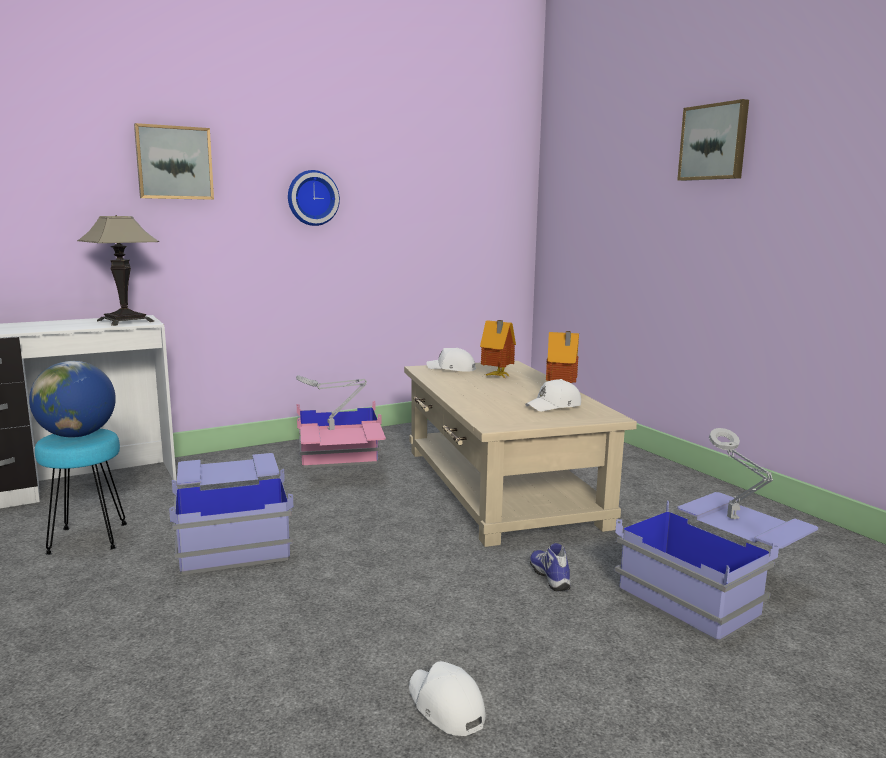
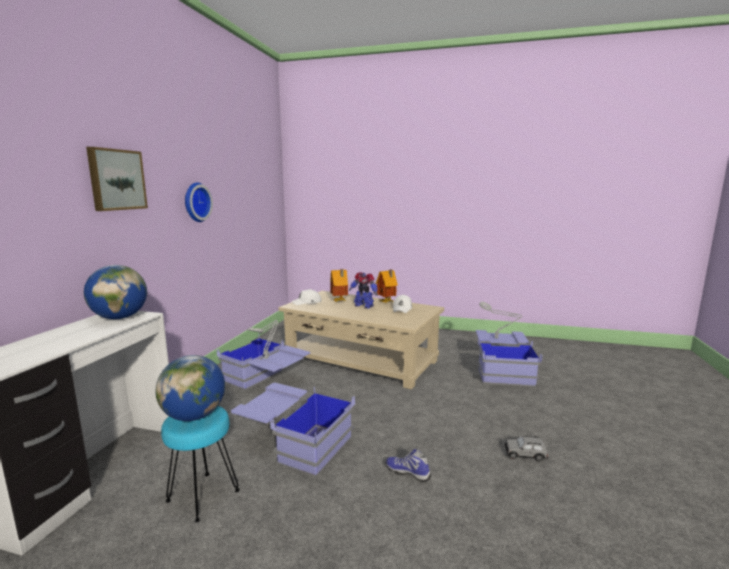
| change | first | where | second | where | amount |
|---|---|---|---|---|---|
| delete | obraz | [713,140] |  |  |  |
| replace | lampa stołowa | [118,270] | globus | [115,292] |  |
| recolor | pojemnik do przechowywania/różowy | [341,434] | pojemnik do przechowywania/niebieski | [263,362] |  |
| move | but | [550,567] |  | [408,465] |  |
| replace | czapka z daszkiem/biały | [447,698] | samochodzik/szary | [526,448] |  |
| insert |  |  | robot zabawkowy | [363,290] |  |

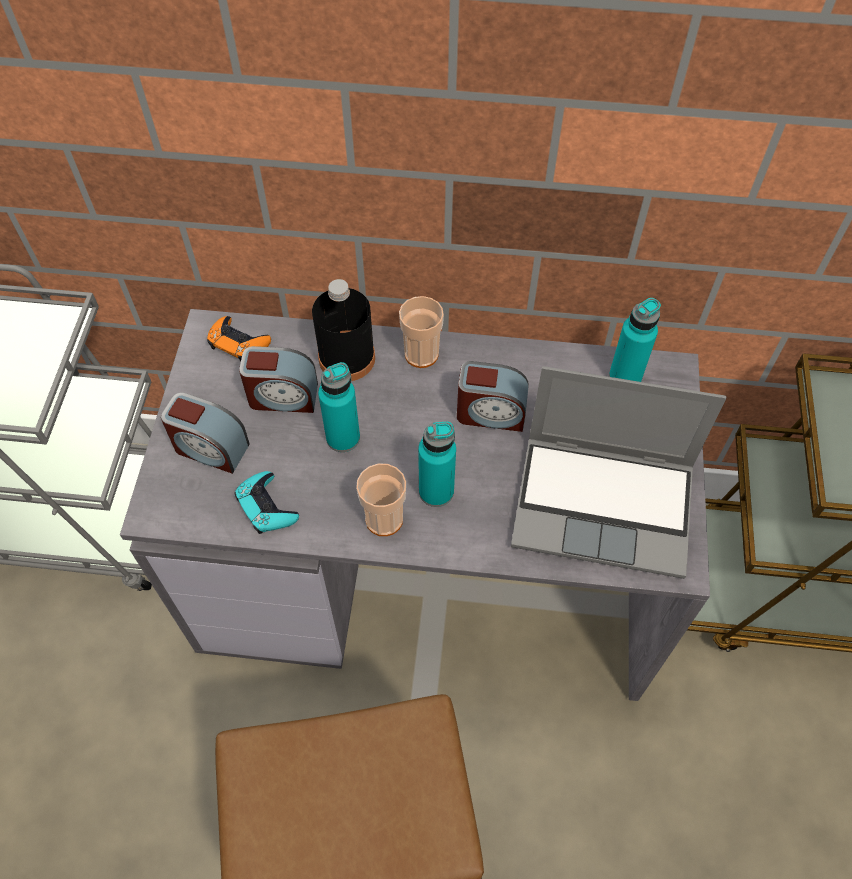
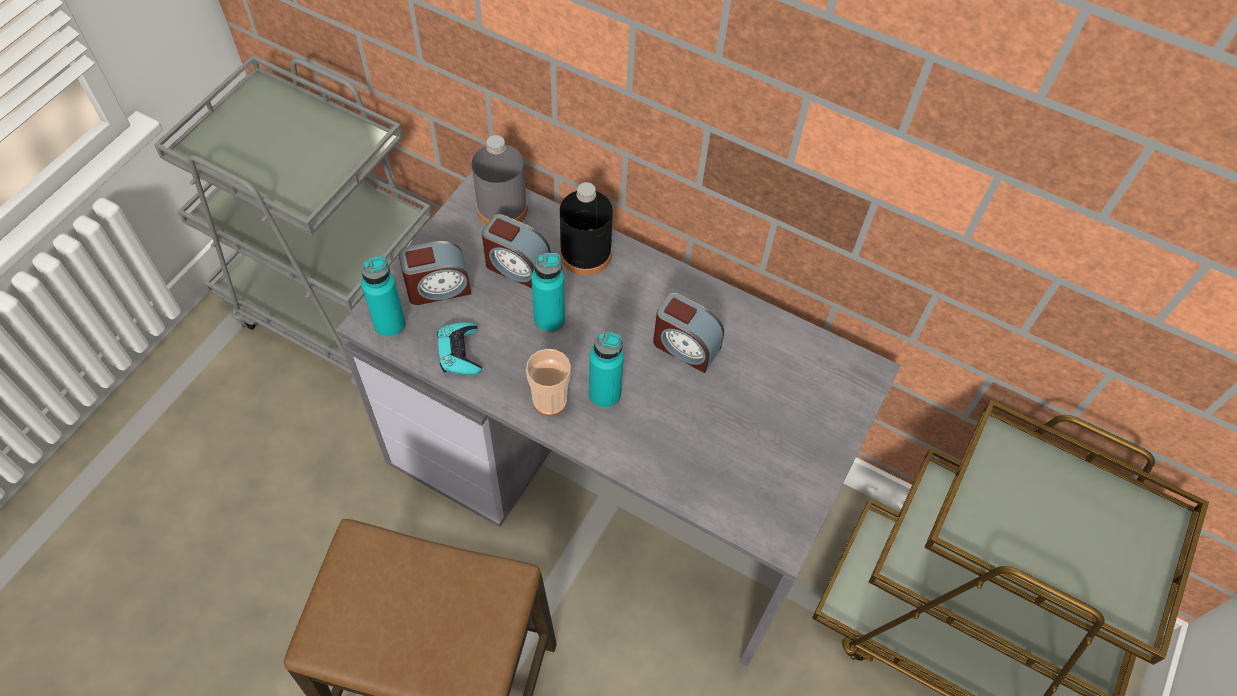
| change | first | where | second | where | amount |
|---|---|---|---|---|---|
| delete | filiżanka | [421,332] |  |  |  |
| move | butelka/turkusowy | [635,340] |  | [383,297] |  |
| replace | pad do gier/pomarańczowy | [239,338] | butelka/szary | [500,180] |  |
| delete | laptop | [618,472] |  |  |  |
| rotate | budzik | [205,433] |  | [435,273] | 60 degrees counterclockwise |

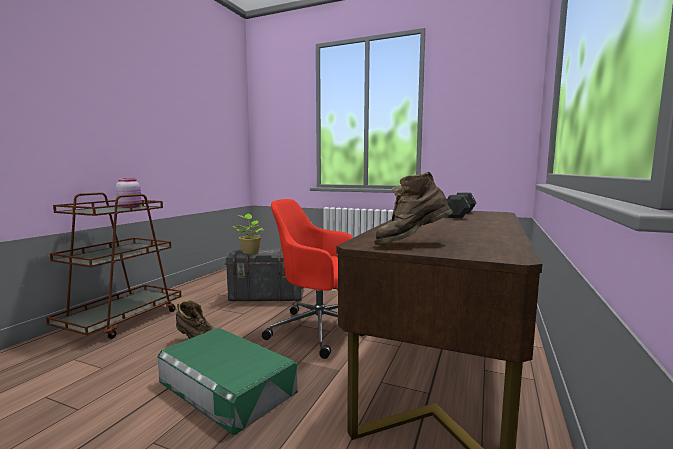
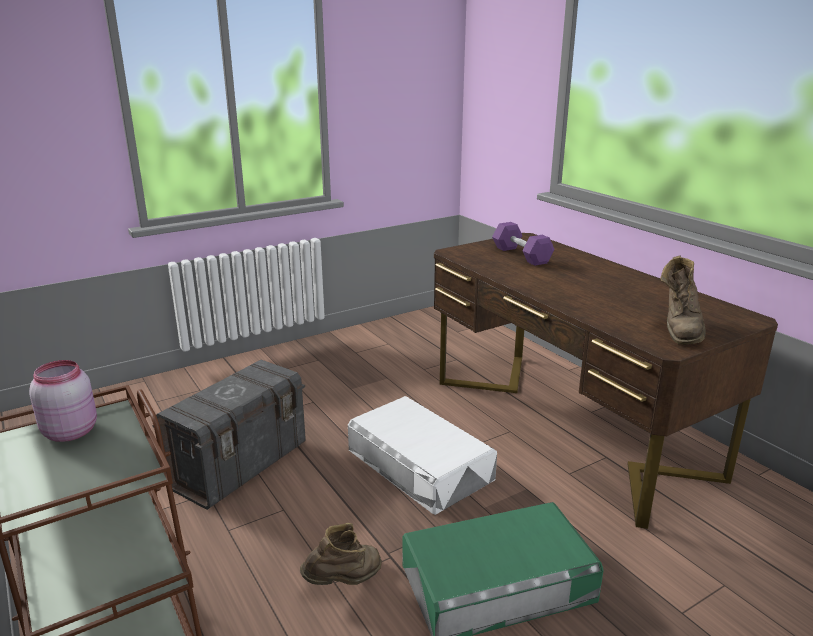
| change | first | where | second | where | amount |
|---|---|---|---|---|---|
| recolor | hantel/czarny | [461,205] | hantel/fioletowy | [523,244] |  |
| replace | krzesło biurowe/czerwony | [313,279] | pojemnik do przechowywania/biały | [422,455] |  |
| delete | roślina doniczkowa | [248,234] |  |  |  |

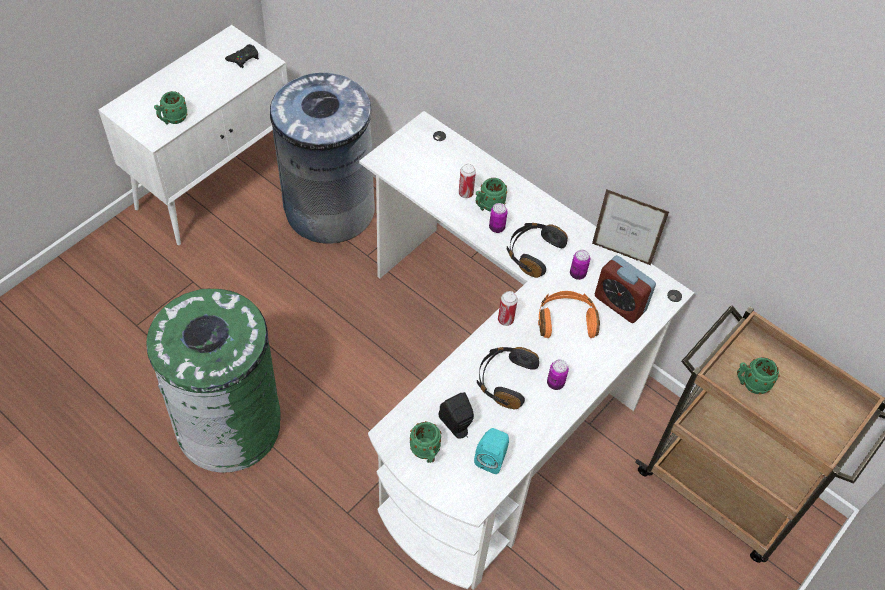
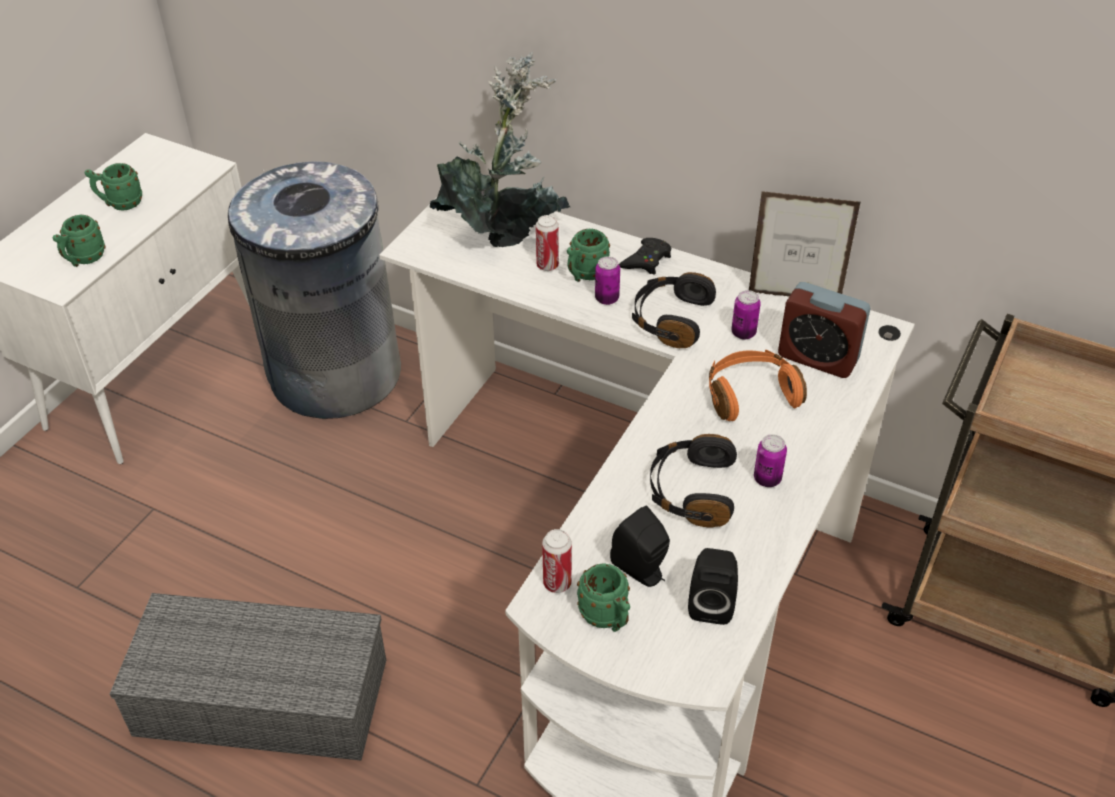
| change | first | where | second | where | amount |
|---|---|---|---|---|---|
| move | pad do gier/czarny | [242,56] |  | [645,256] |  |
| replace | kosz na śmieci/zielony | [213,381] | pojemnik do przechowywania/szary | [248,677] |  |
| move | puszka | [508,308] |  | [557,561] |  |
| move | kubek/zielony | [758,375] |  | [113,187] |  |
| recolor | głośnik/turkusowy | [491,451] | głośnik/czarny | [713,586] |  |
| insert |  |  | roślina doniczkowa | [500,149] |  |

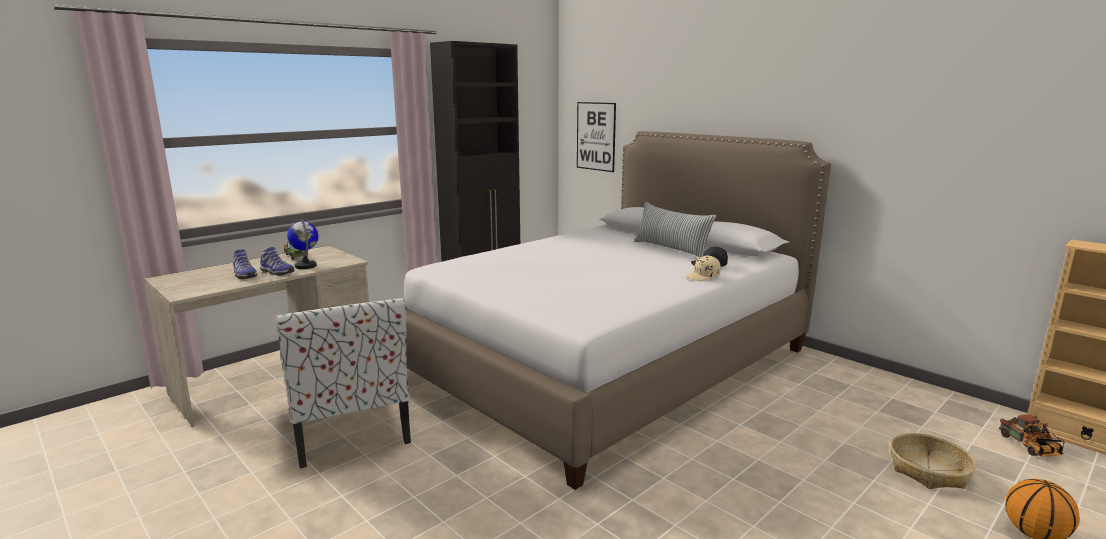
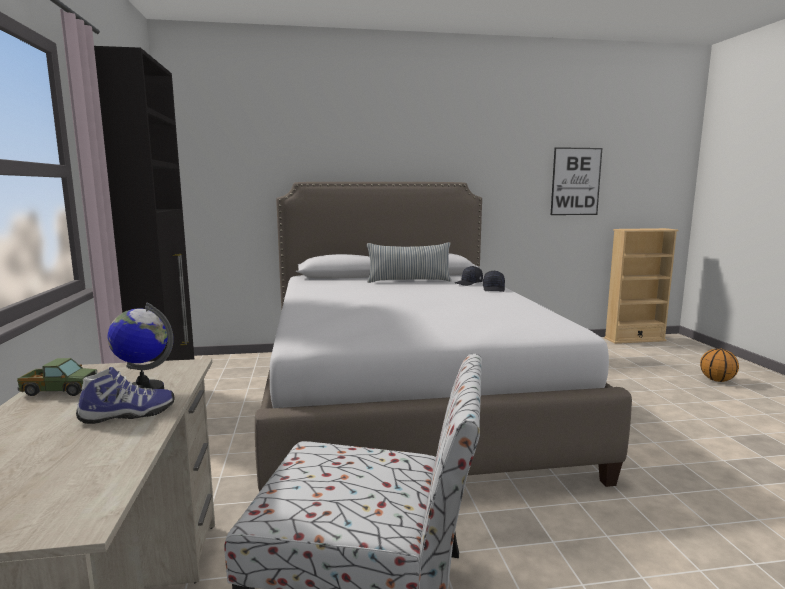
| change | first | where | second | where | amount |
|---|---|---|---|---|---|
| move | obraz | [596,137] |  | [576,181] |  |
| delete | but | [245,264] |  |  |  |
| recolor | czapka z daszkiem/beżowy | [703,268] | czapka z daszkiem/czarny | [494,281] |  |
| delete | ciężarówka zabawkowa | [1032,435] |  |  |  |
| delete | koszyk | [933,461] |  |  |  |

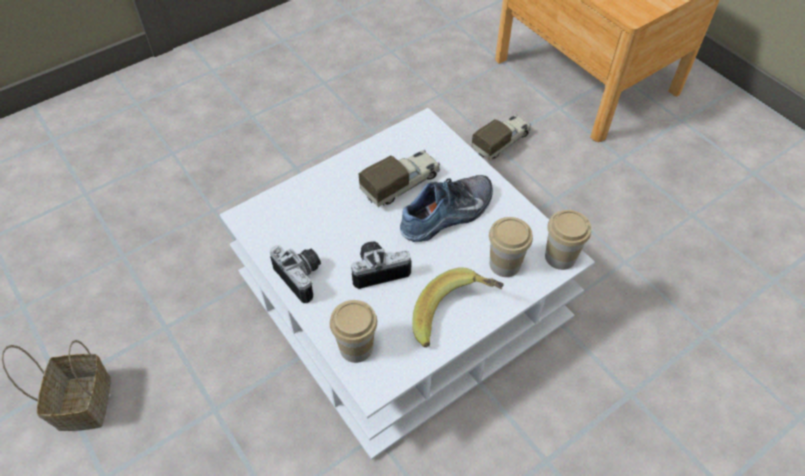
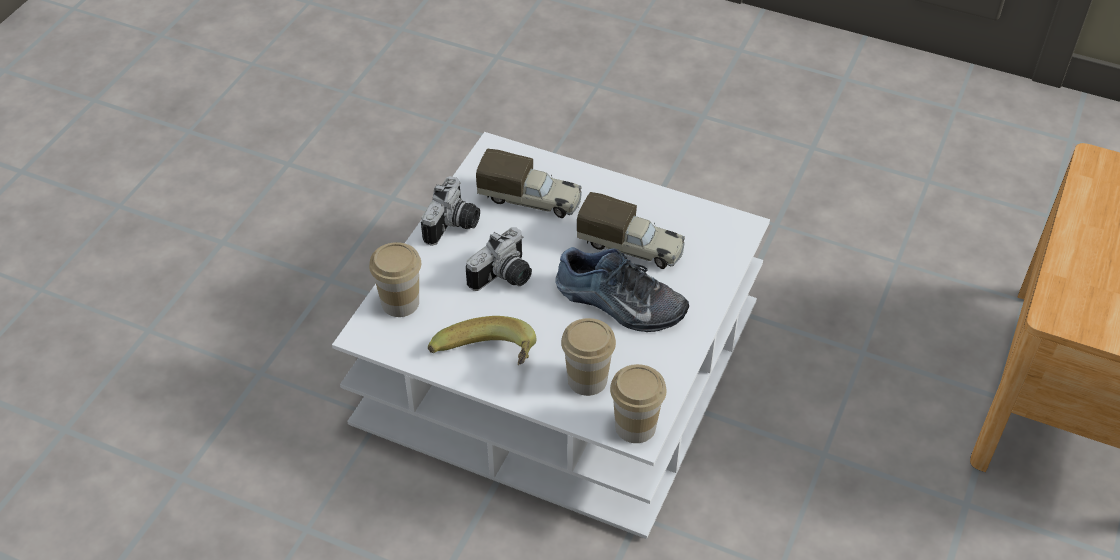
| change | first | where | second | where | amount |
|---|---|---|---|---|---|
| move | ciężarówka zabawkowa | [501,137] |  | [529,183] |  |
| rotate | aparat fotograficzny | [381,265] |  | [499,259] | 90 degrees clockwise |
| delete | koszyk | [56,385] |  |  |  |

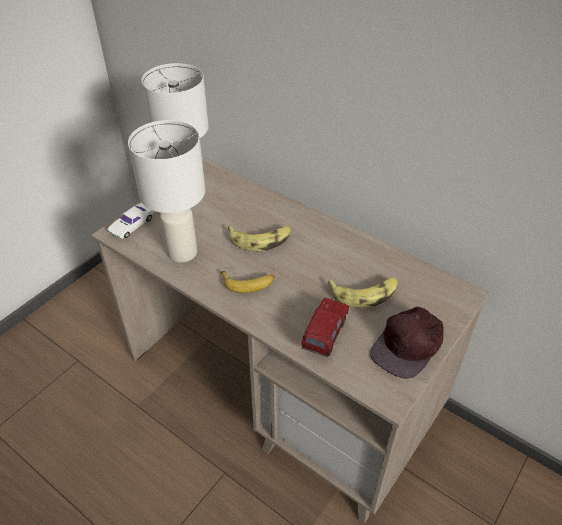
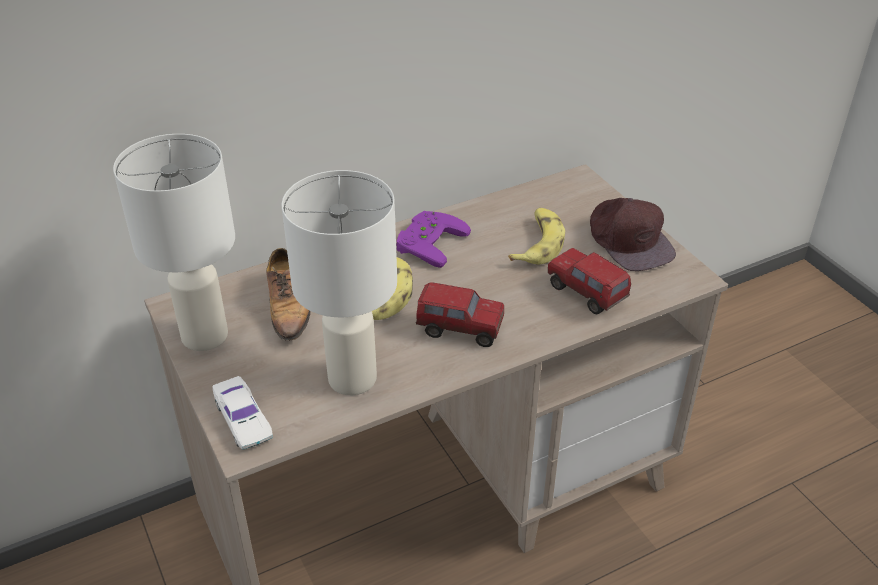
| change | first | where | second | where | amount |
|---|---|---|---|---|---|
| replace | banan | [248,282] | ciężarówka zabawkowa | [460,314] |  |
| insert |  |  | pad do gier/fioletowy | [433,239] |  |
| insert |  |  | but | [288,296] |  |

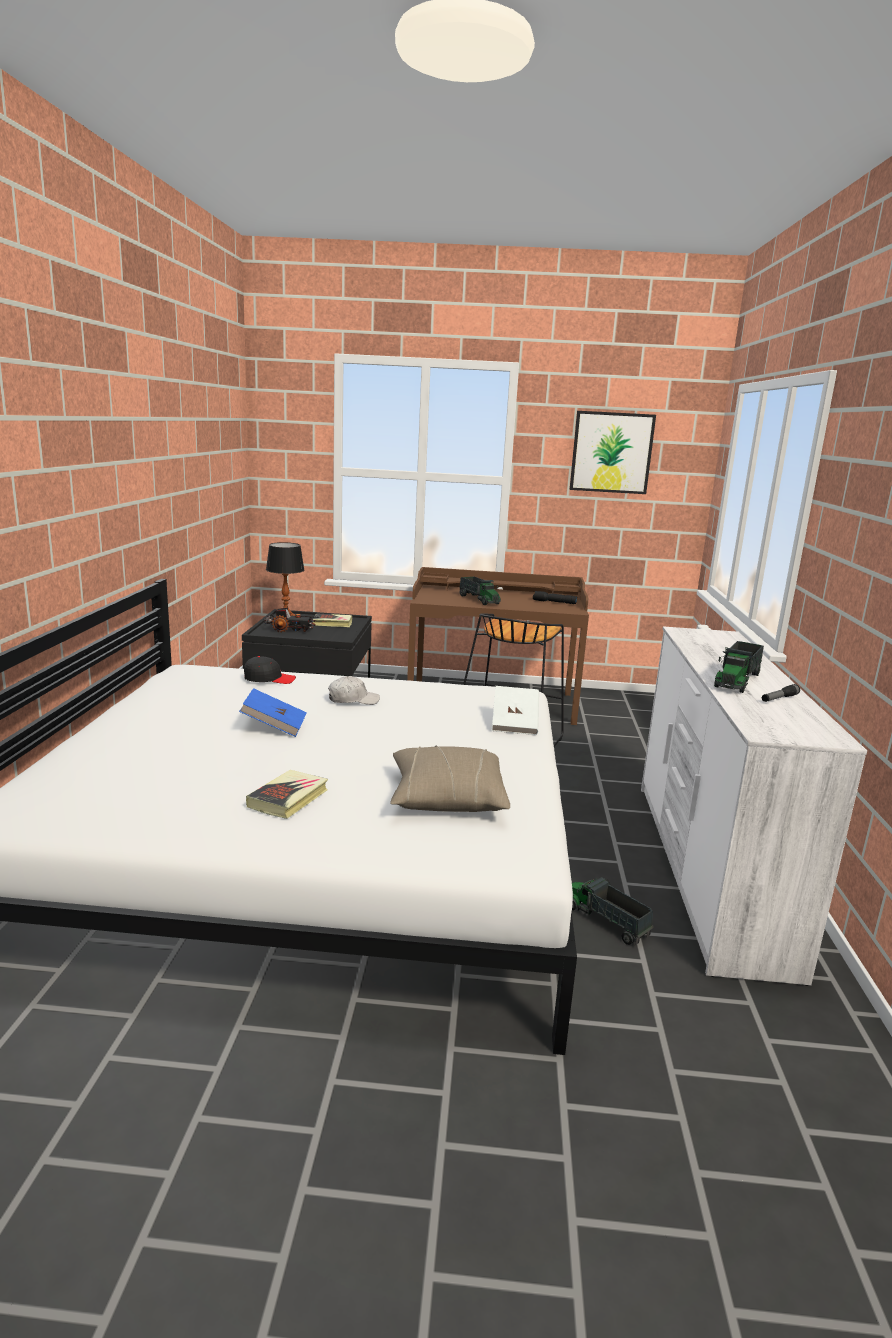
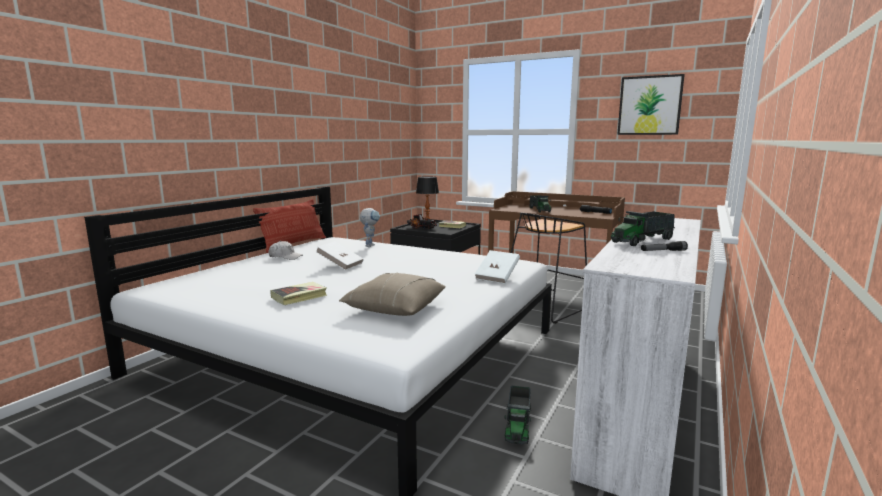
| change | first | where | second | where | amount |
|---|---|---|---|---|---|
| replace | czapka z daszkiem/czarny | [270,670] | robot zabawkowy | [370,227] |  |
| move | czapka z daszkiem/biały | [354,690] |  | [285,250] |  |
| recolor | książka/niebieski | [273,712] | książka/biały | [340,255] |  |
| rotate | ciężarówka zabawkowa | [613,911] |  | [518,415] | 150 degrees counterclockwise |
| insert |  |  | poduszka | [289,226] |  |

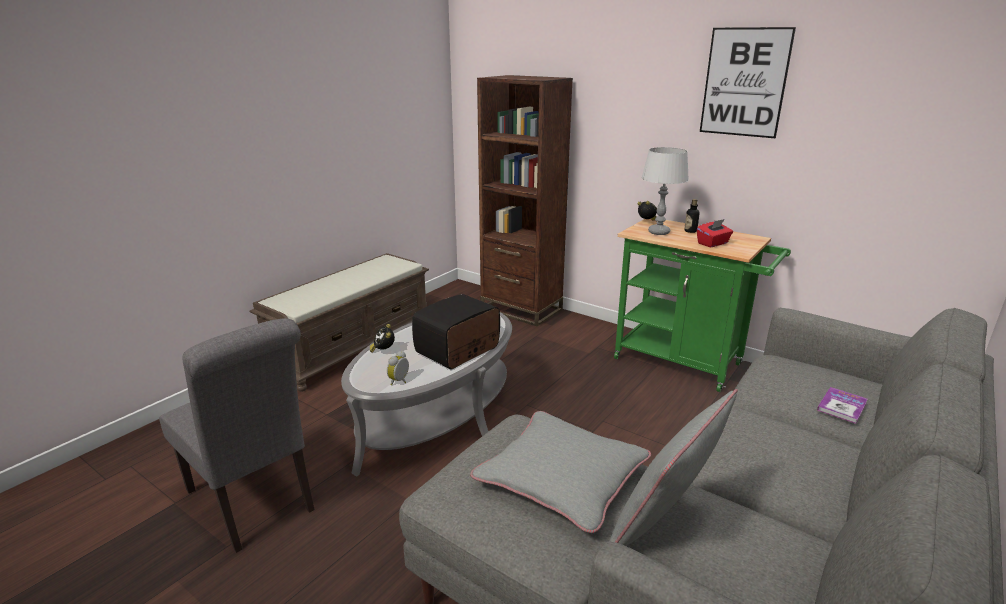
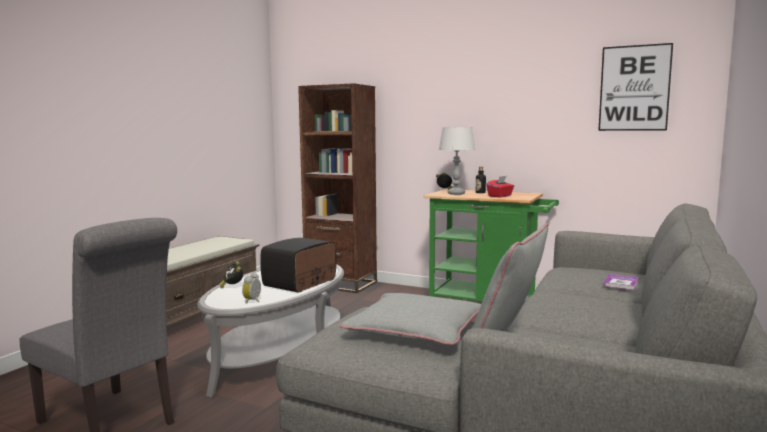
| change | first | where | second | where | amount |
|---|---|---|---|---|---|
| move | obraz | [748,82] |  | [635,87] |  |

